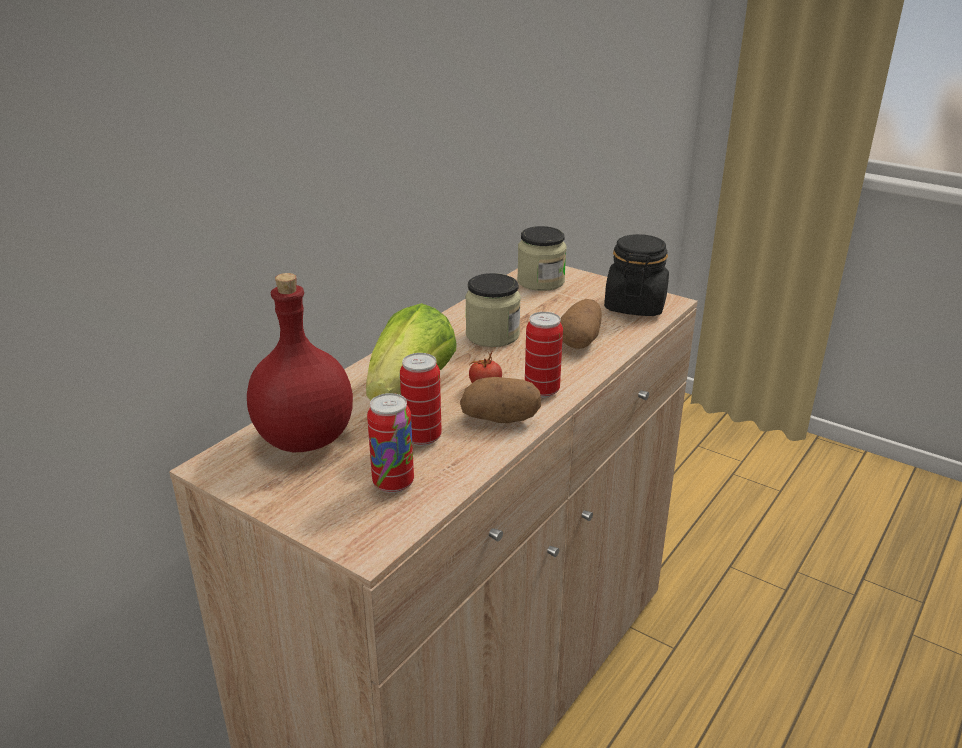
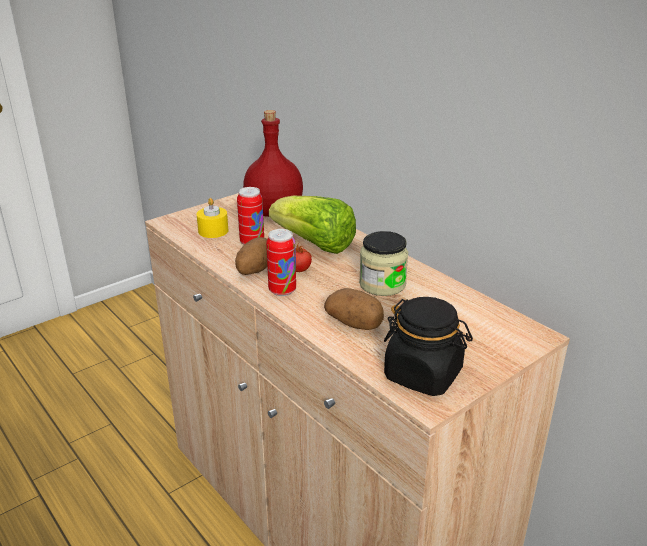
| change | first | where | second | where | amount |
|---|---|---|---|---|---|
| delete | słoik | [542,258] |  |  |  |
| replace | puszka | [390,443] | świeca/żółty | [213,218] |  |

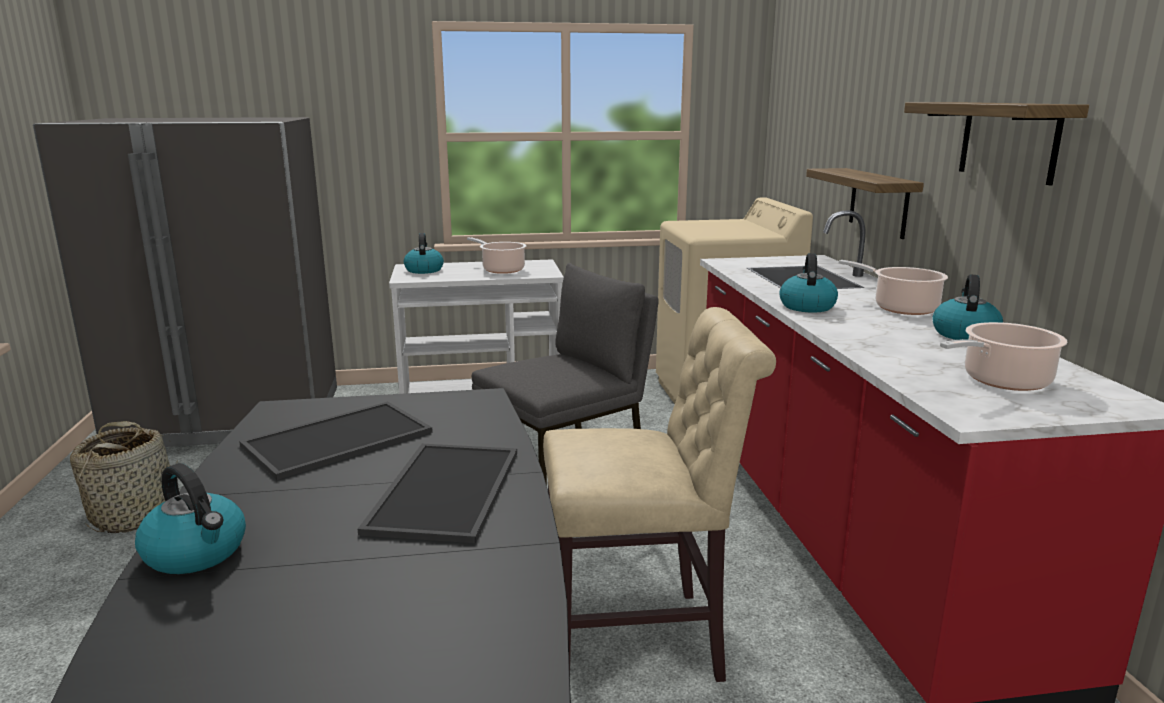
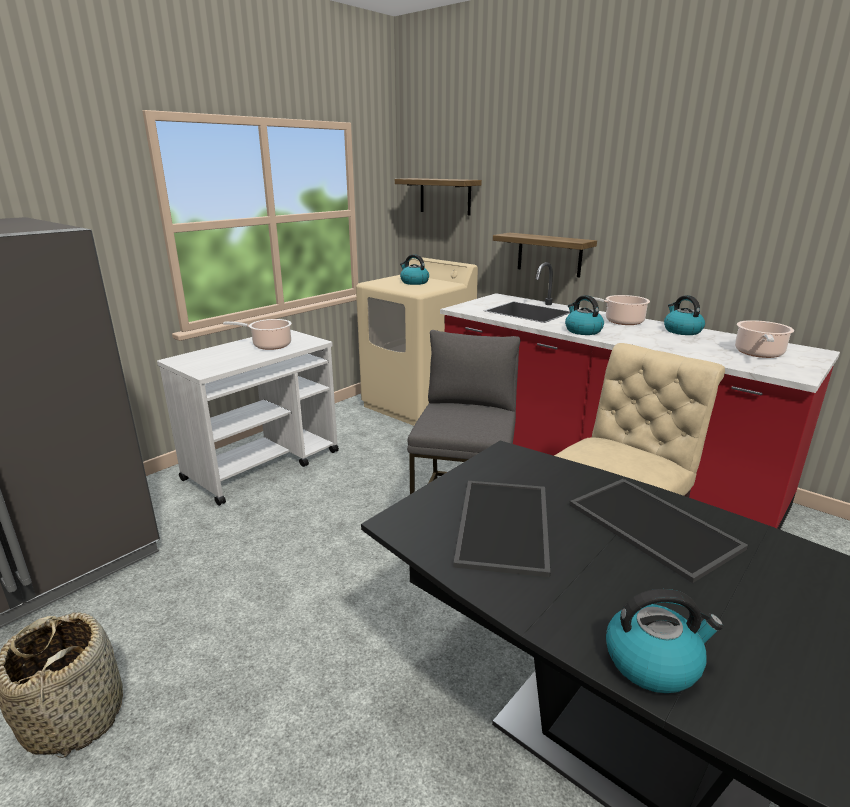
| change | first | where | second | where | amount |
|---|---|---|---|---|---|
| move | półka | [996,143] |  | [438,196] |  |
| move | czajnik | [424,253] |  | [414,269] |  |

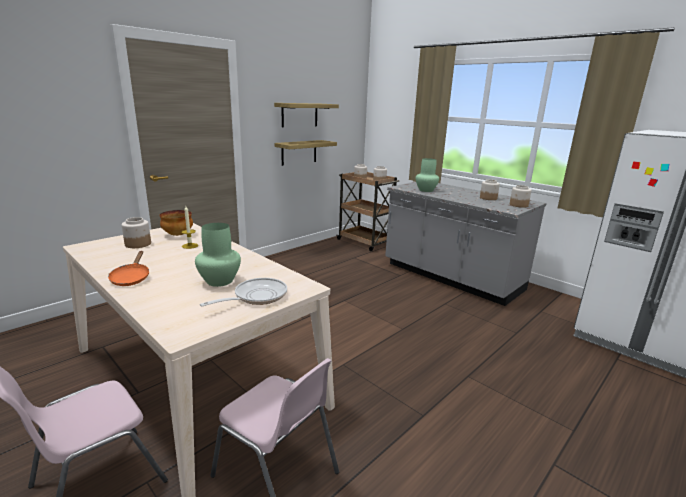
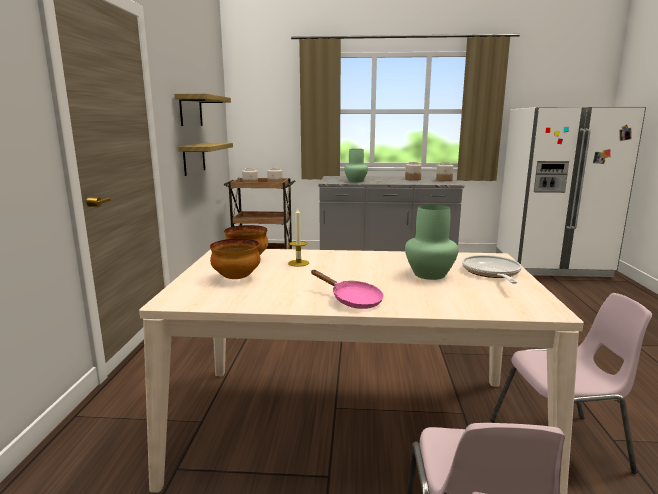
| change | first | where | second | where | amount |
|---|---|---|---|---|---|
| replace | słoik | [136,232] | miska | [235,259] |  |
| recolor | patelnia/pomarańczowy | [128,268] | patelnia/różowy | [347,289] |  |

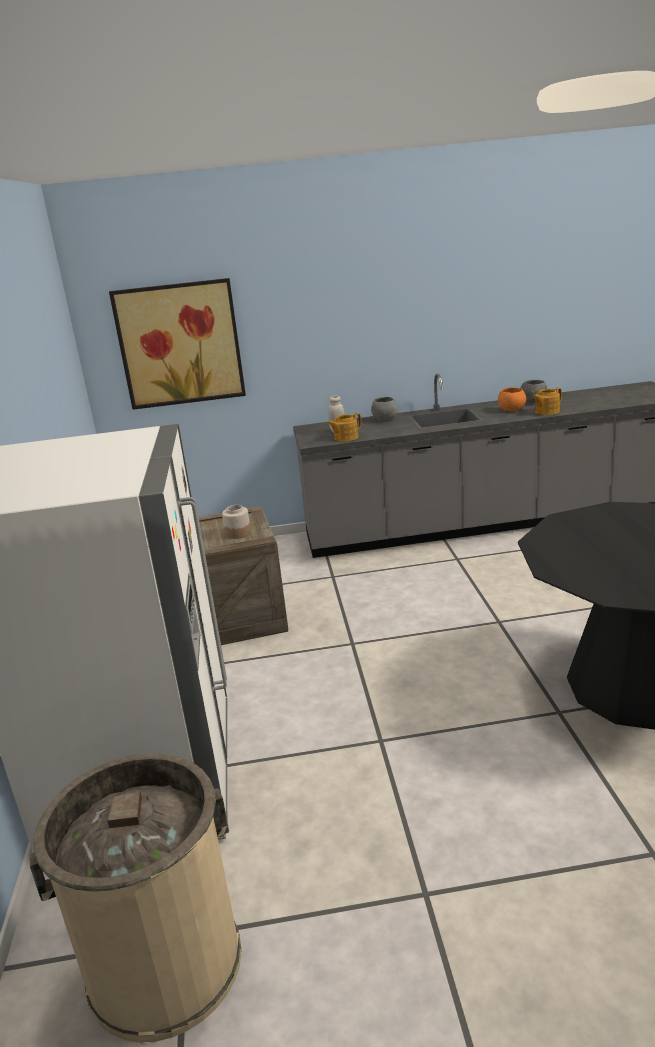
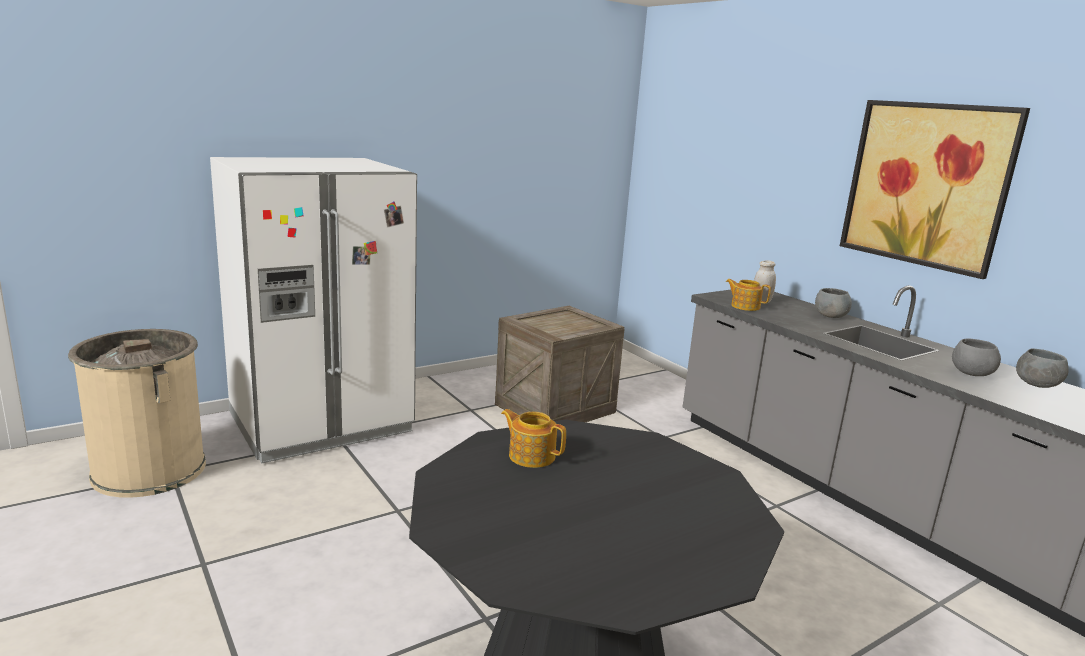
| change | first | where | second | where | amount |
|---|---|---|---|---|---|
| move | obraz | [177,344] |  | [935,189] |  |
| recolor | miska/pomarańczowy | [512,399] | miska/szary | [976,357] |  |
| move | imbryk | [547,401] |  | [533,438] |  |
| delete | słoik | [236,522] |  |  |  |

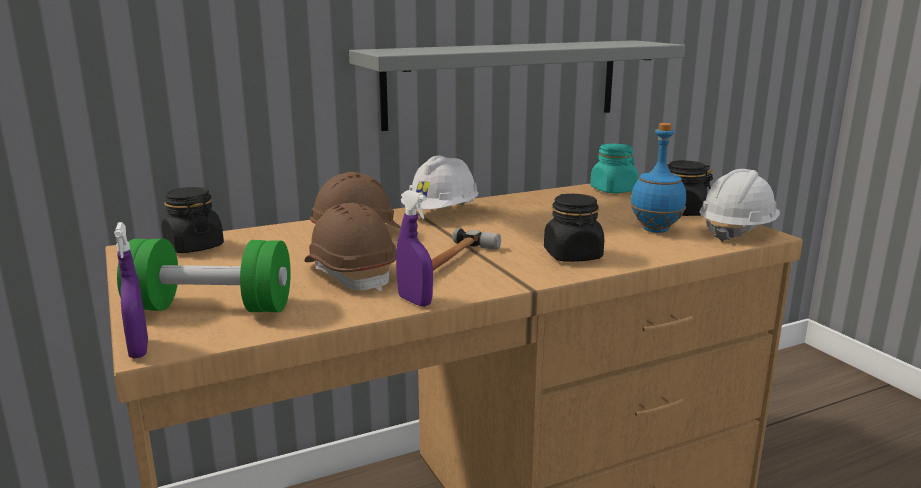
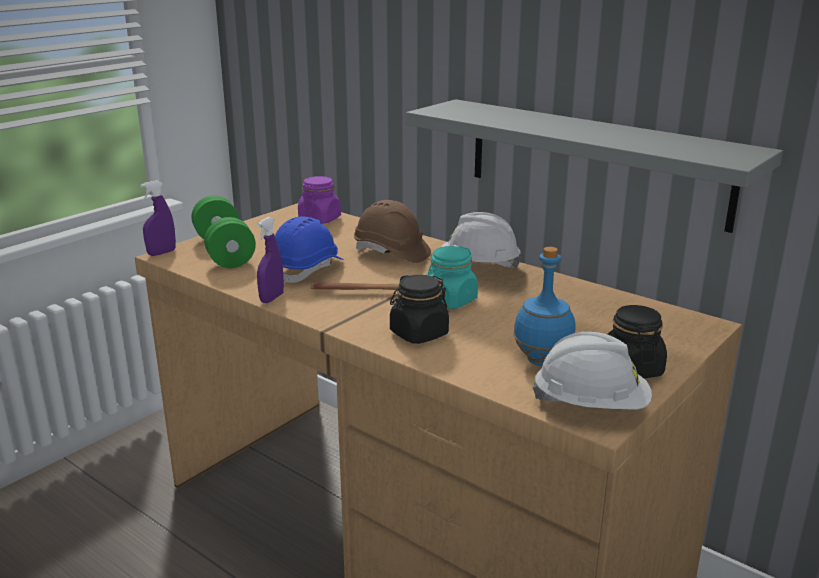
| change | first | where | second | where | amount |
|---|---|---|---|---|---|
| move | słoik/turkusowy | [614,168] |  | [452,277] |  |
| recolor | słoik/czarny | [193,220] | słoik/fioletowy | [319,200] |  |
| recolor | kask/brązowy | [350,247] | kask/niebieski | [309,250] |  |

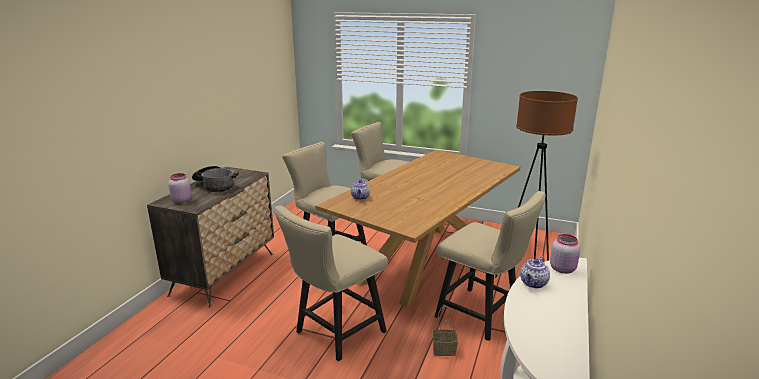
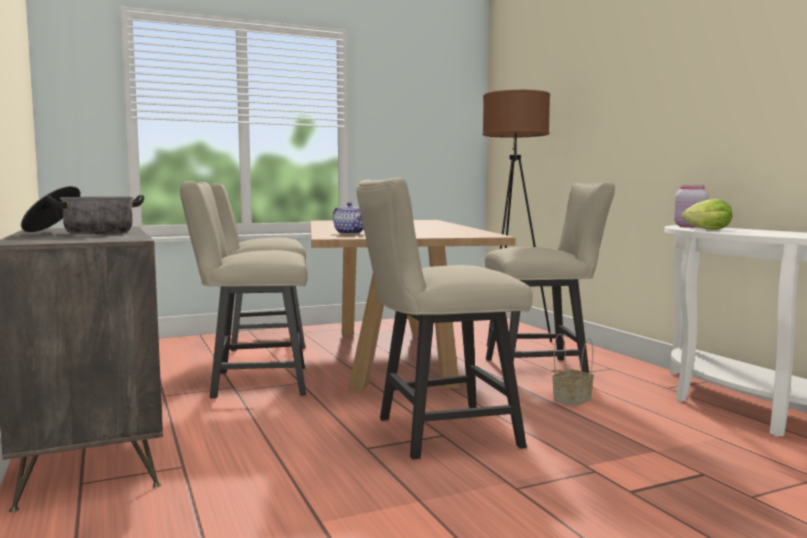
| change | first | where | second | where | amount |
|---|---|---|---|---|---|
| delete | słoik/różowy | [180,188] |  |  |  |
| rotate | krzesło/beżowy | [331,283] |  | [445,318] | 75 degrees clockwise |
| replace | imbryk | [535,272] | sałata | [707,214] |  |

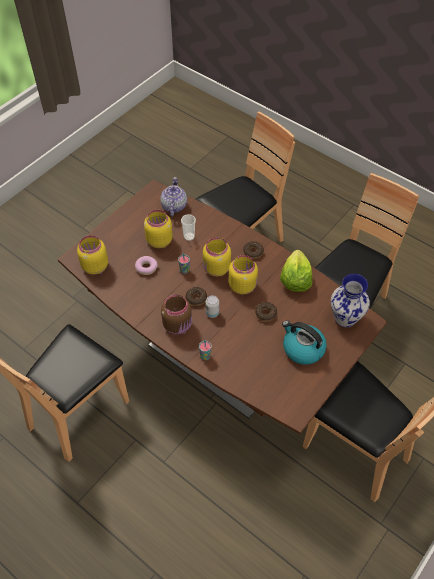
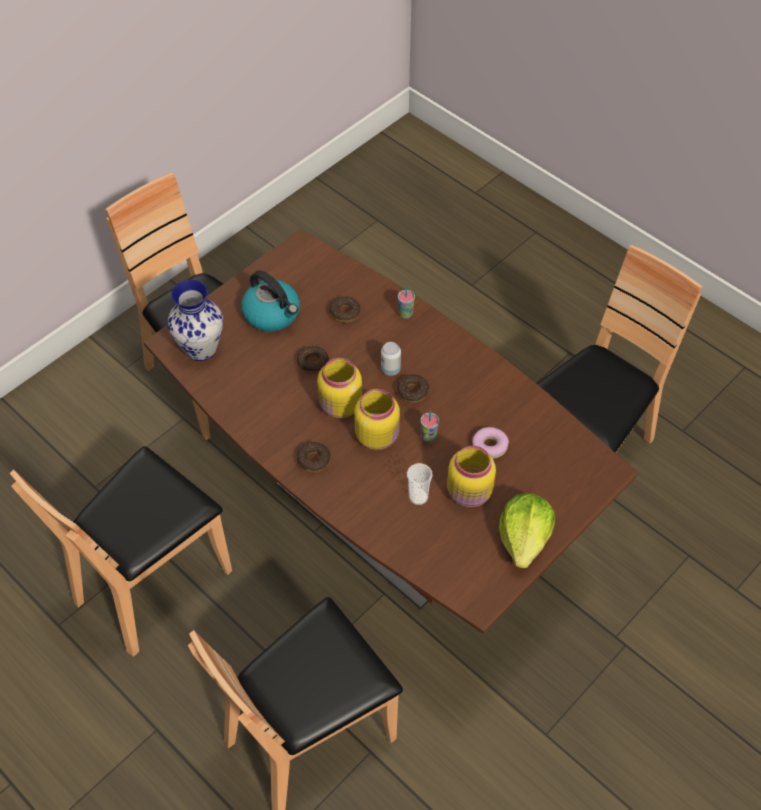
| change | first | where | second | where | amount |
|---|---|---|---|---|---|
| delete | imbryk | [173,196] |  |  |  |
| delete | słoik/żółty | [92,255] |  |  |  |
| move | sałata | [296,271] |  | [527,530] |  |
| delete | słoik/brązowy | [176,315] |  |  |  |
| insert |  |  | donut | [345,309] |  |

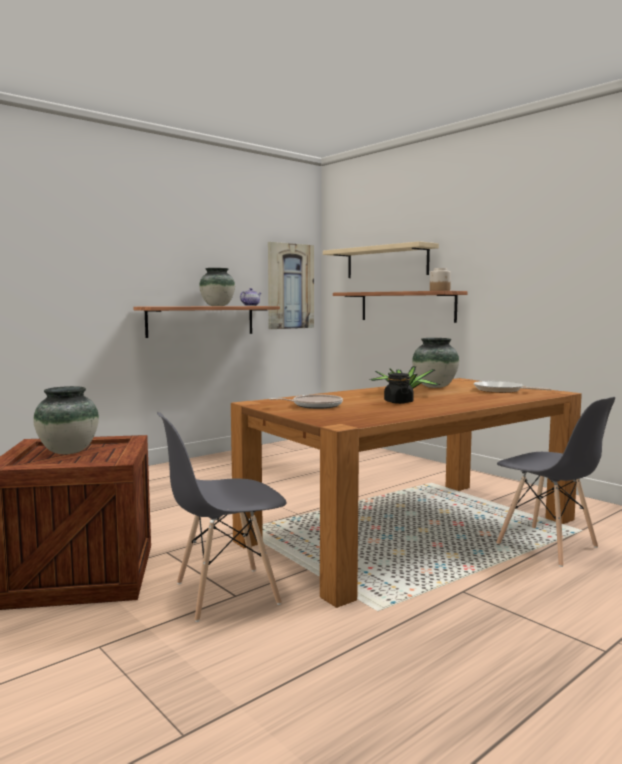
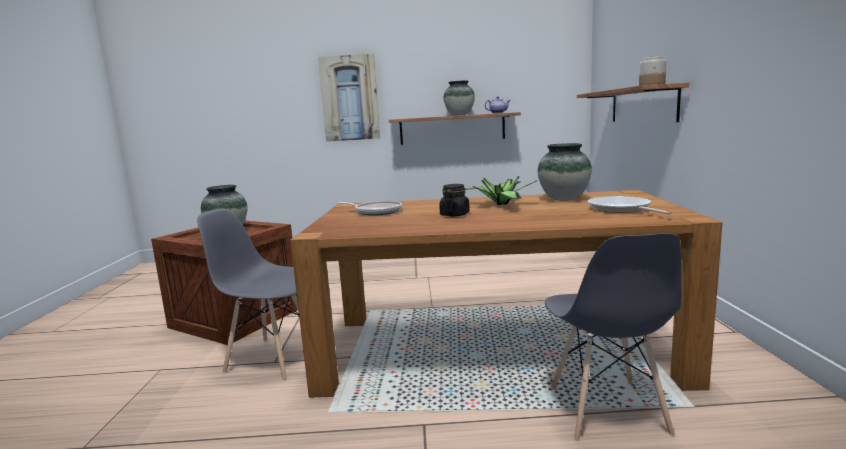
| change | first | where | second | where | amount |
|---|---|---|---|---|---|
| delete | półka/beżowy | [381,259] |  |  |  |
| move | obraz | [291,285] |  | [349,98] |  |

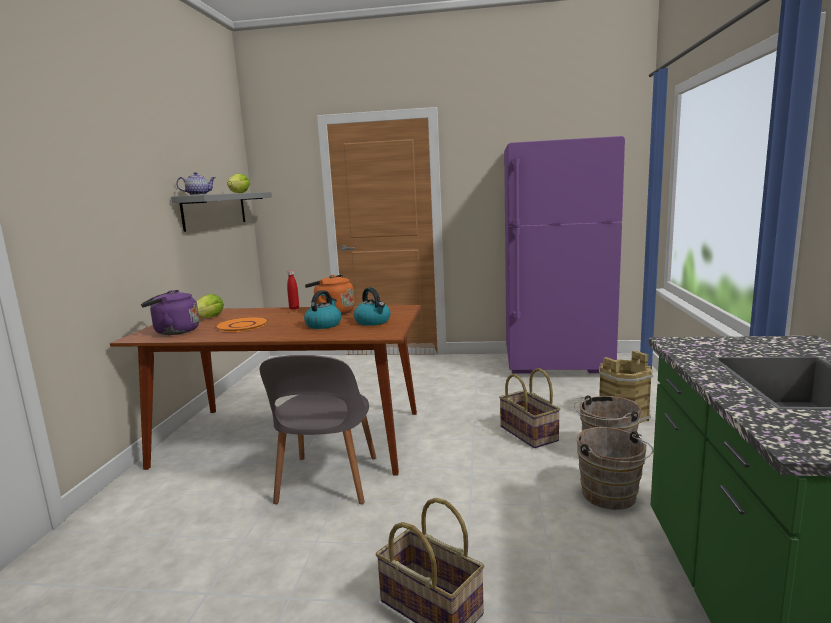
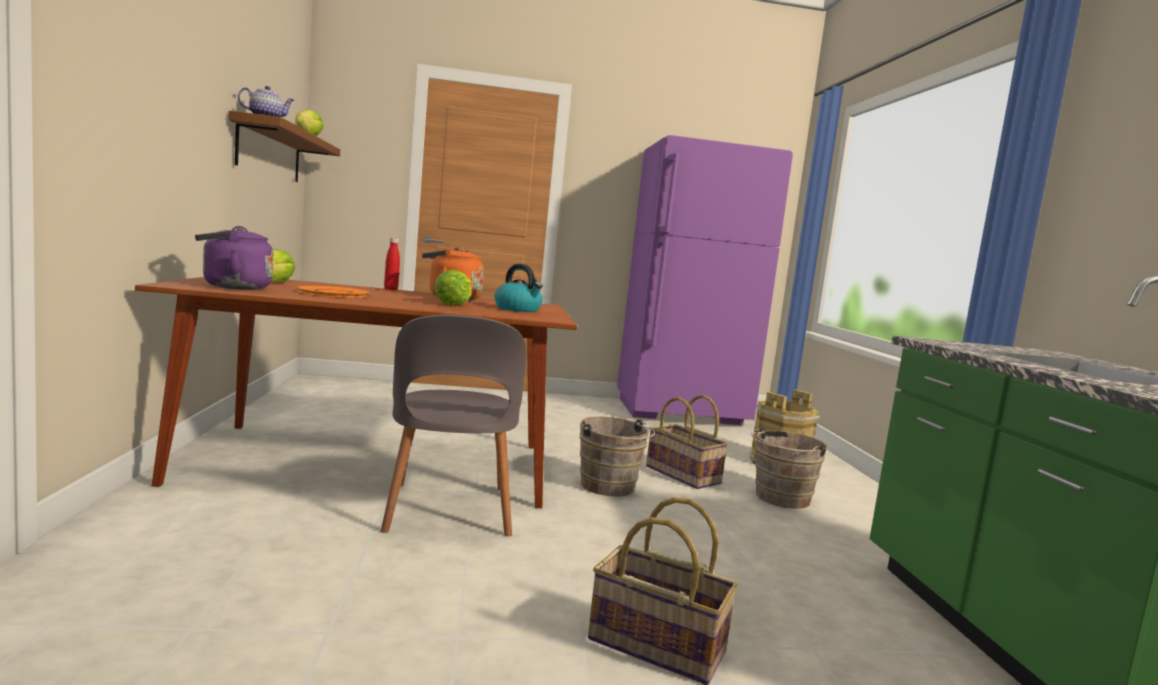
| change | first | where | second | where | amount |
|---|---|---|---|---|---|
| recolor | półka/szary | [221,212] | półka/brązowy | [284,146] |  |
| replace | czajnik | [323,309] | sałata | [452,288] |  |
| move | wiadro/brązowy | [615,468] |  | [617,456] |  |

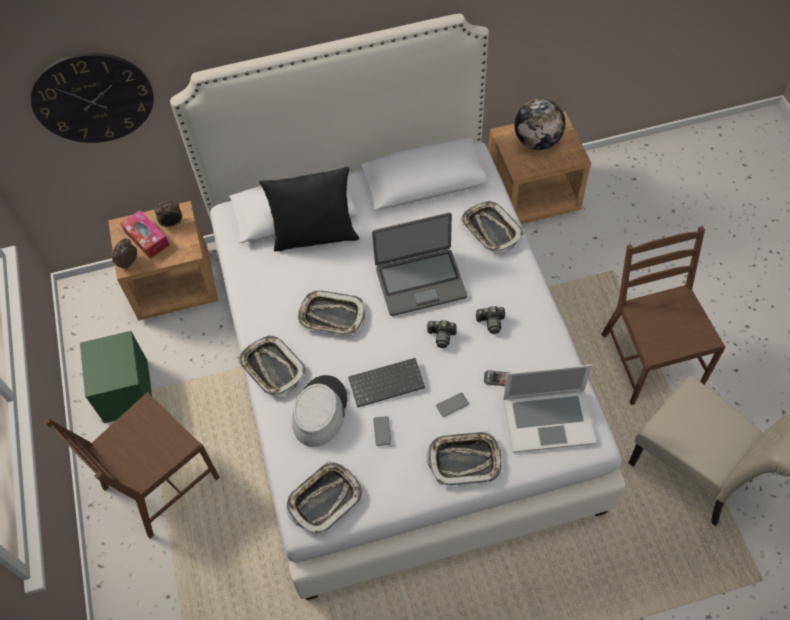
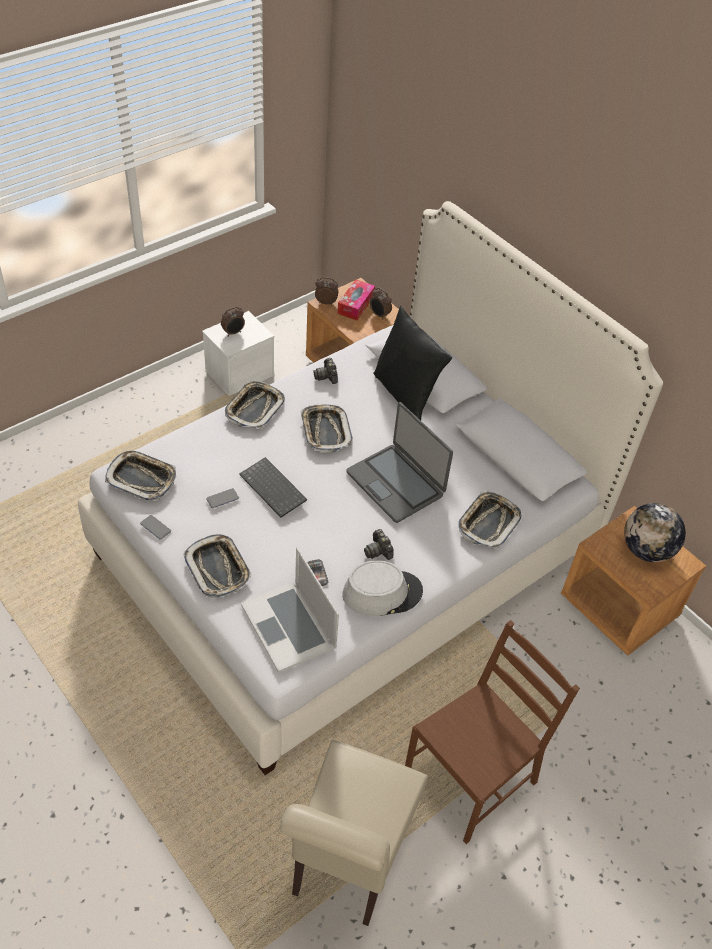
| change | first | where | second | where | amount |
|---|---|---|---|---|---|
| delete | zegar ścienny | [92,98] |  |  |  |
| move | aparat fotograficzny | [441,334] |  | [325,371] |  |
| recolor | pojemnik do przechowywania/zielony | [116,377] | pojemnik do przechowywania/biały | [238,353] |  |
| move | kapelusz/szary | [320,411] |  | [383,588] |  |
| delete | krzesło/brązowy | [131,465] |  |  |  |
| move | telefon | [452,405] |  | [155,527] |  |
| insert |  |  | budzik | [233,322] |  |

